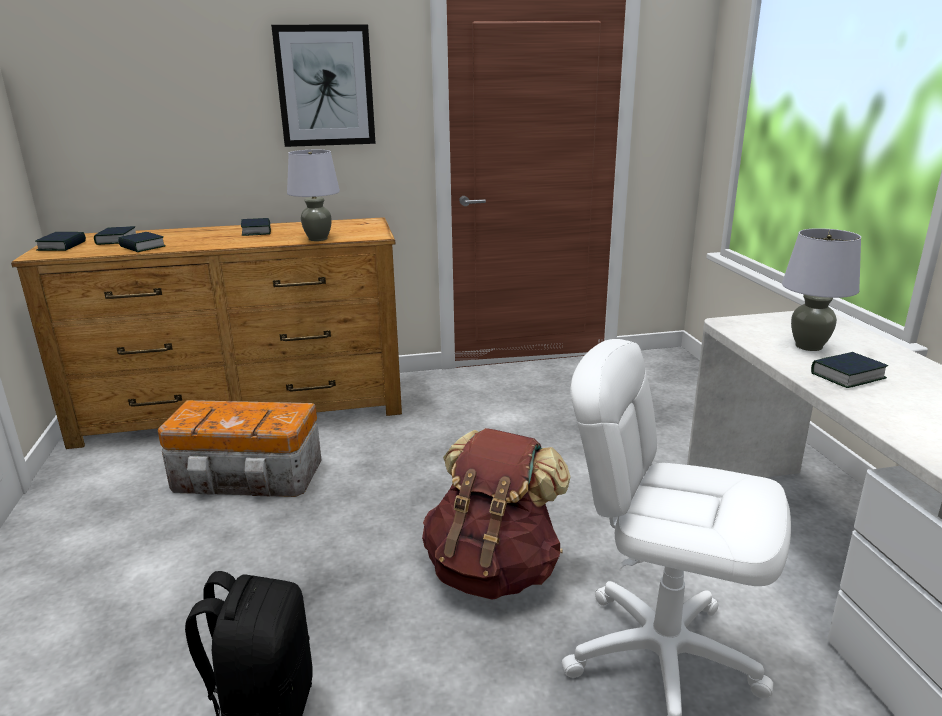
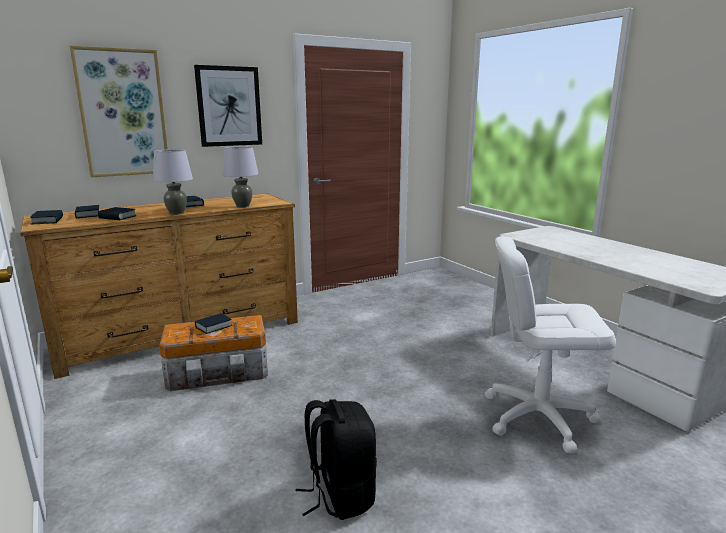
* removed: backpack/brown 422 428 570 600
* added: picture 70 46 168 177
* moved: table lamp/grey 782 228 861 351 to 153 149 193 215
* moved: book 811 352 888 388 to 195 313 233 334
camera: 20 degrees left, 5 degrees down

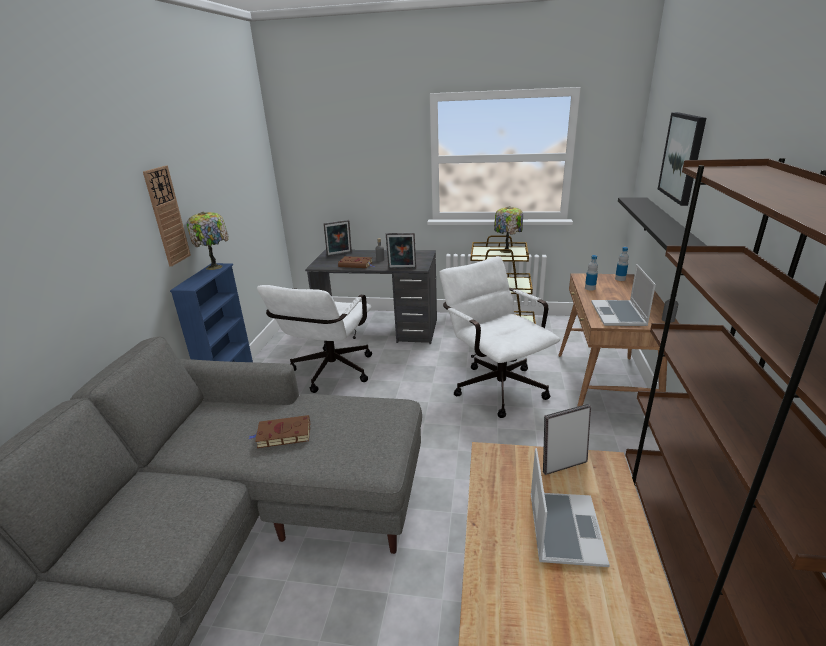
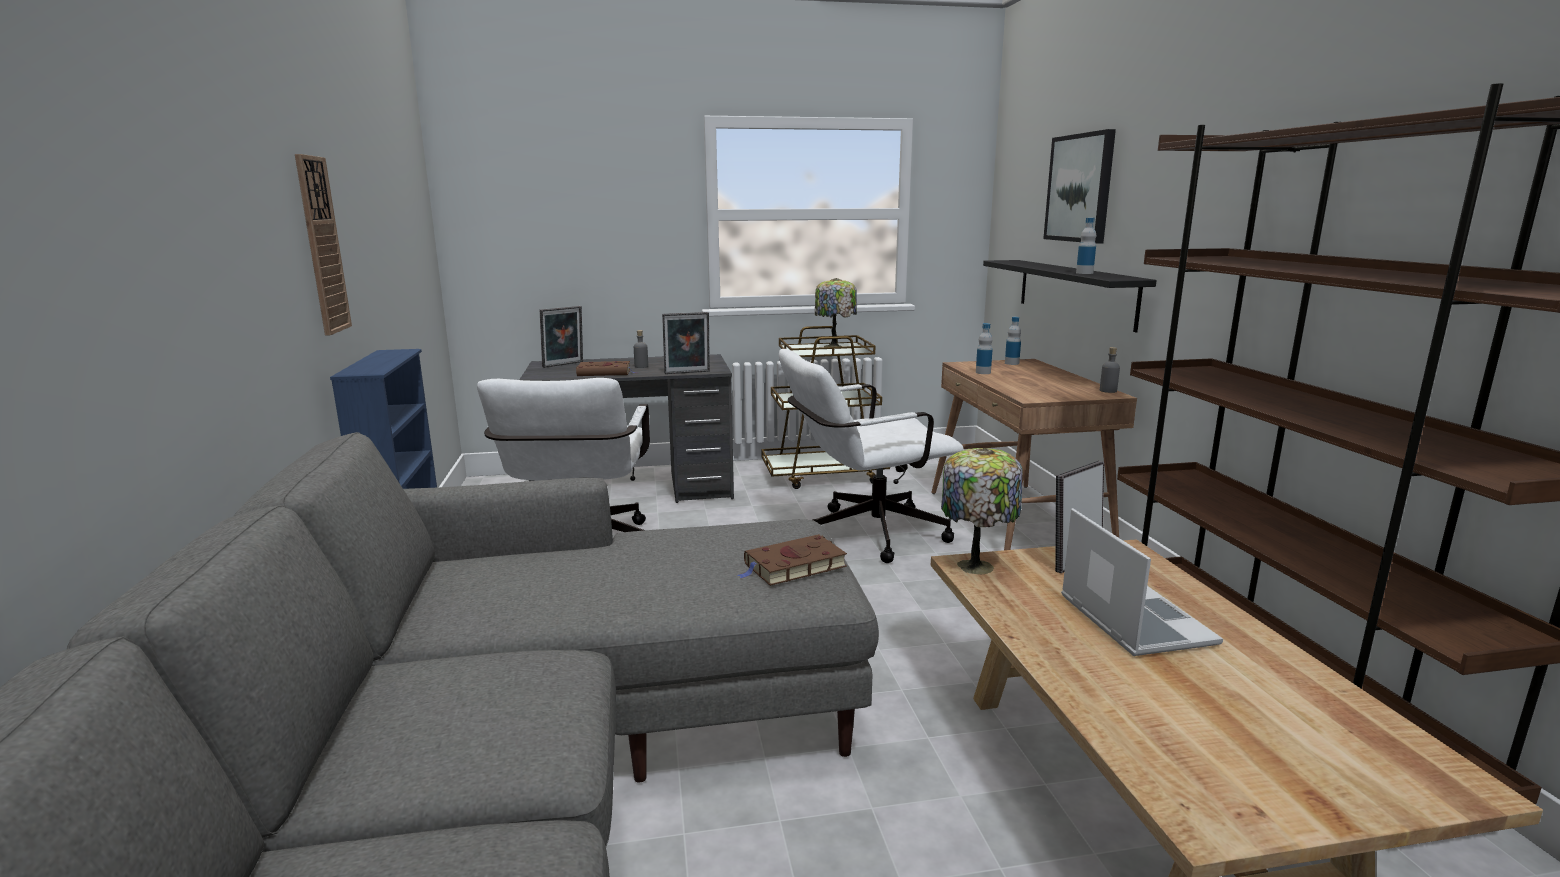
* removed: laptop 591 264 656 326
* added: bottle 1076 218 1096 274
* moved: table lamp 187 212 229 270 to 941 448 1023 574
* moved: book/brown 249 415 311 448 to 737 534 847 586
* turned: office chair/white 439 256 560 418 = 779 349 964 563 60 degrees counterclockwise
camera: 20 degrees left, 10 degrees down

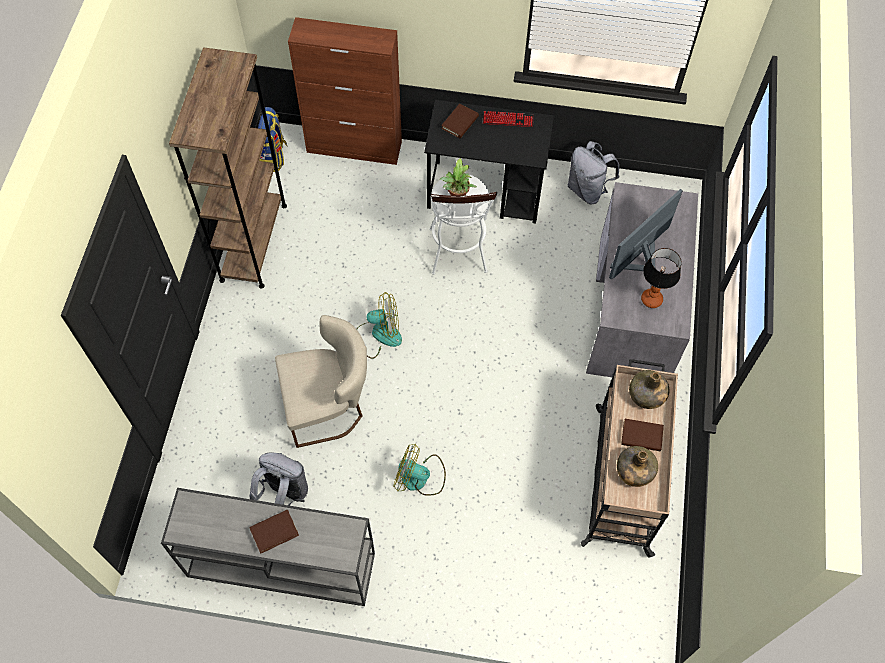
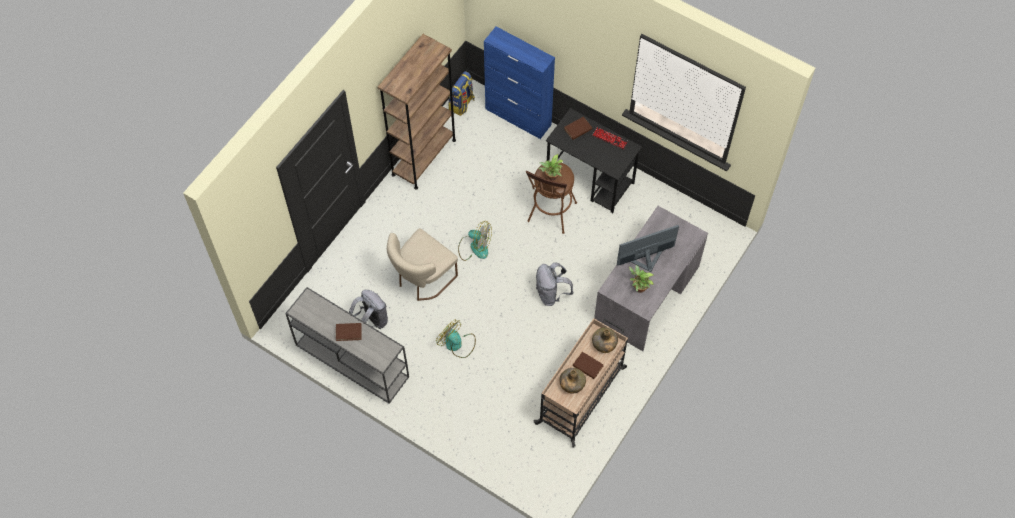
* moved: backpack/grey 568 141 619 204 to 536 262 573 306
* replaced: table lamp 641 248 682 308 to potted plant 629 265 654 293
* recoloured: cabinet/brown 288 17 402 165 to cabinet/blue 484 27 555 139
* recoloured: stool/white 429 175 497 275 to stool/brown 526 163 577 234
* turned: chair/beige 275 315 367 448 = 387 228 458 301 120 degrees clockwise
camera: 25 degrees right, 0 degrees up

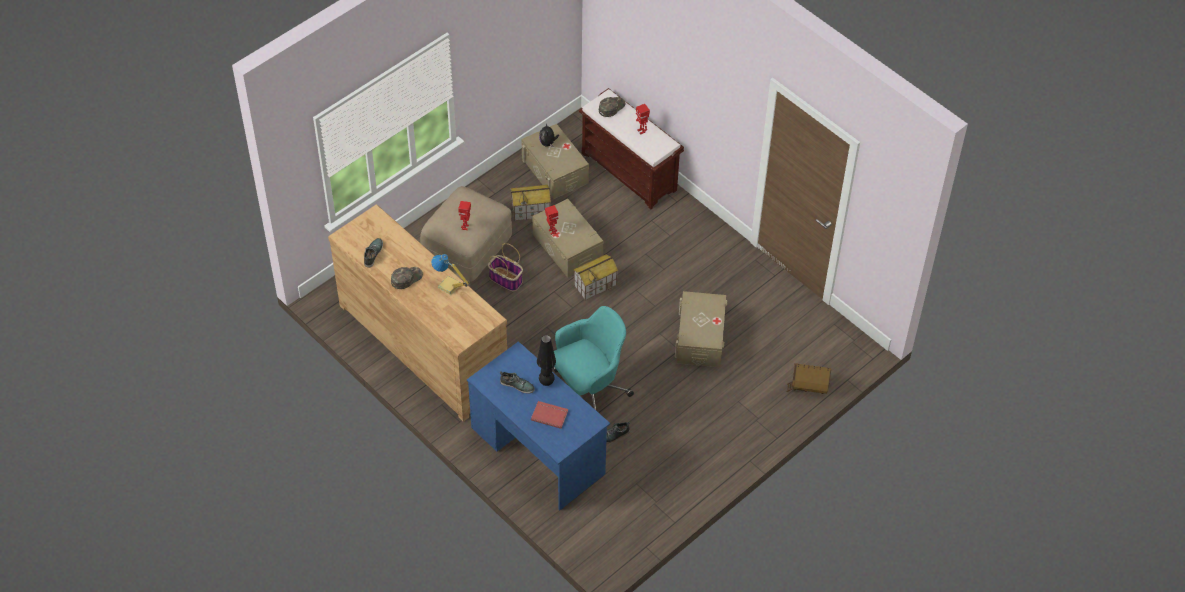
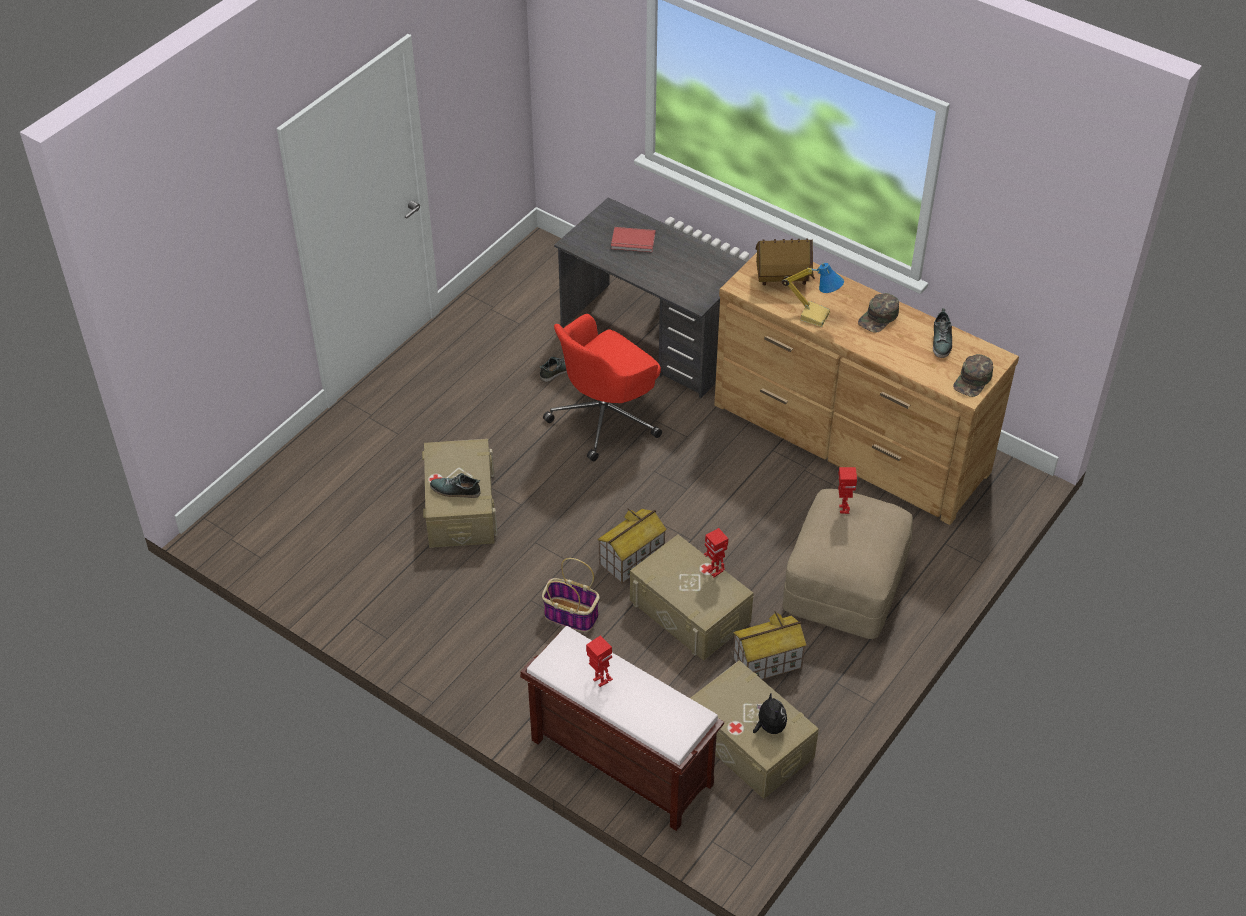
* removed: table lamp/black 537 335 556 386
* moved: basket 488 243 523 291 to 542 558 600 632
* moved: shoe 500 371 535 394 to 430 473 481 498
* moved: cap/green 599 97 625 117 to 953 354 993 397
* moved: toy house 787 363 831 394 to 755 238 815 285
* recoloured: desk/blue 467 341 610 510 to desk/grey 554 198 746 398
* recoloured: office chair/turquoise 553 306 634 410 to office chair/red 543 314 662 461
camera: 170 degrees right, 5 degrees down

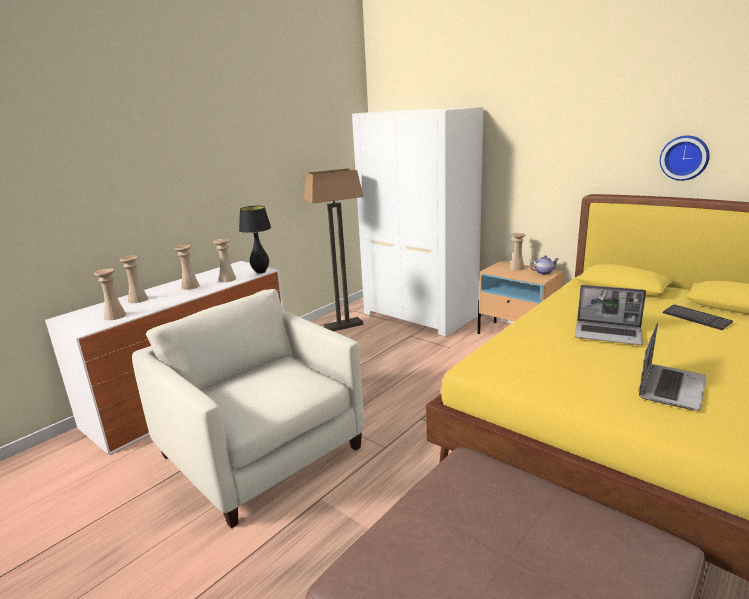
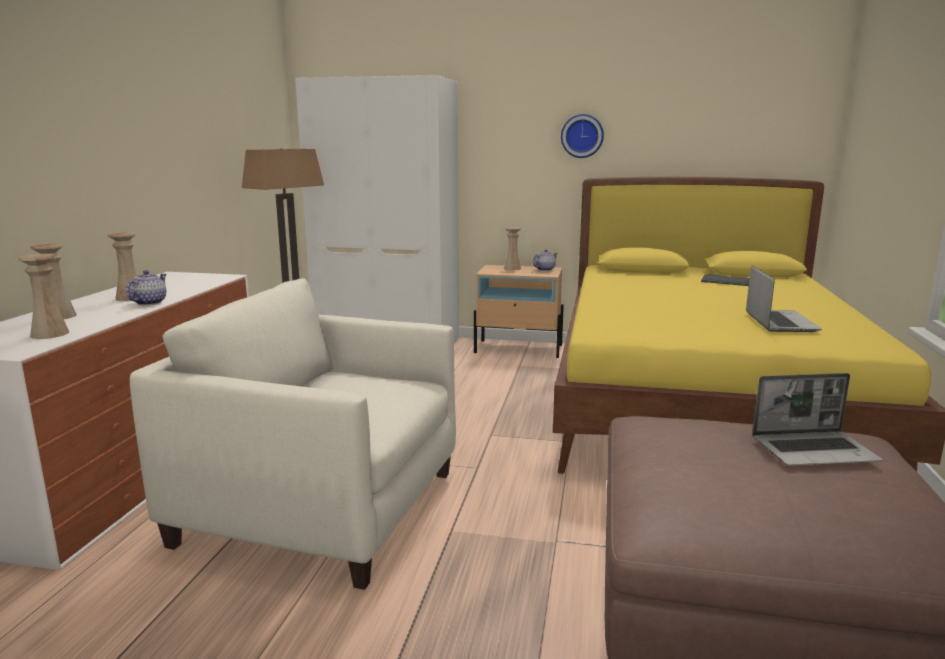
* removed: vase/beige 213 239 236 282
* removed: table lamp/black 239 206 271 273
* added: teapot 126 270 166 305
* moved: laptop 575 285 646 345 to 752 373 883 466
* moved: wall clock 660 136 710 181 to 561 114 604 158
camera: 30 degrees left, 5 degrees down

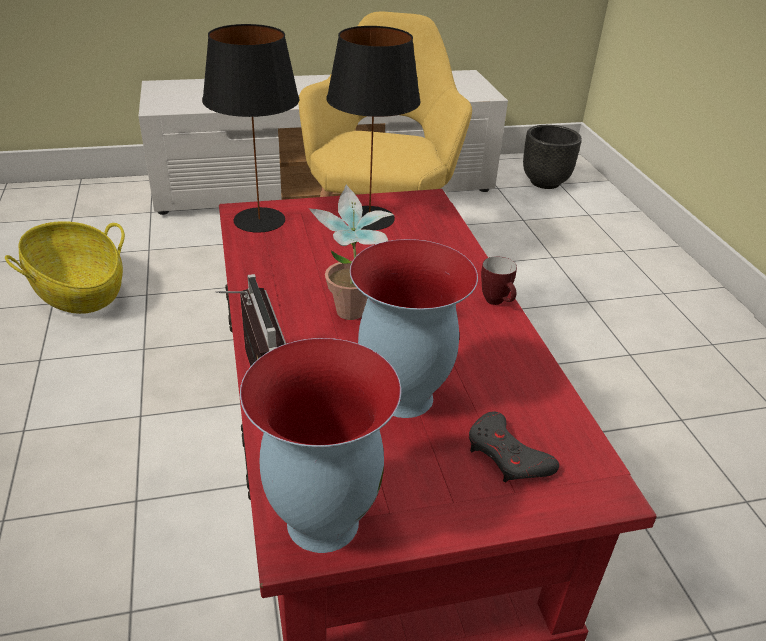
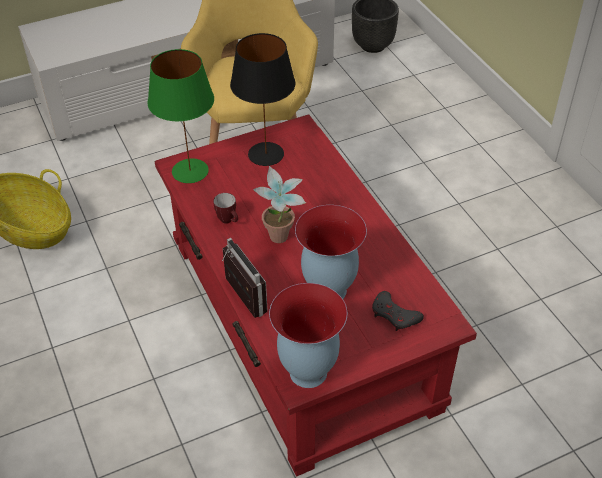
* moved: mug 481 256 517 305 to 214 193 238 224
* recoloured: table lamp/black 202 24 300 233 to table lamp/green 147 49 214 183
camera: 10 degrees left, 10 degrees up

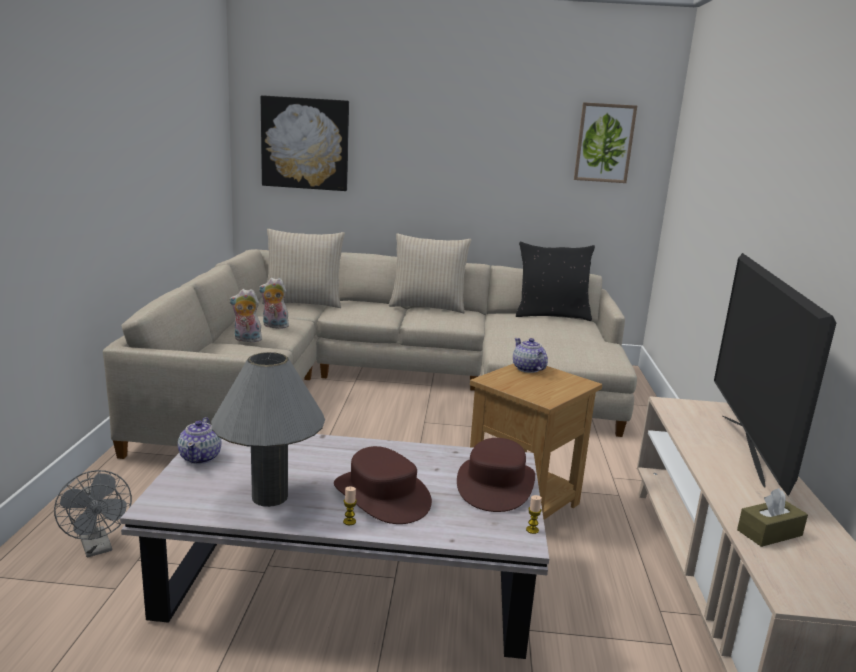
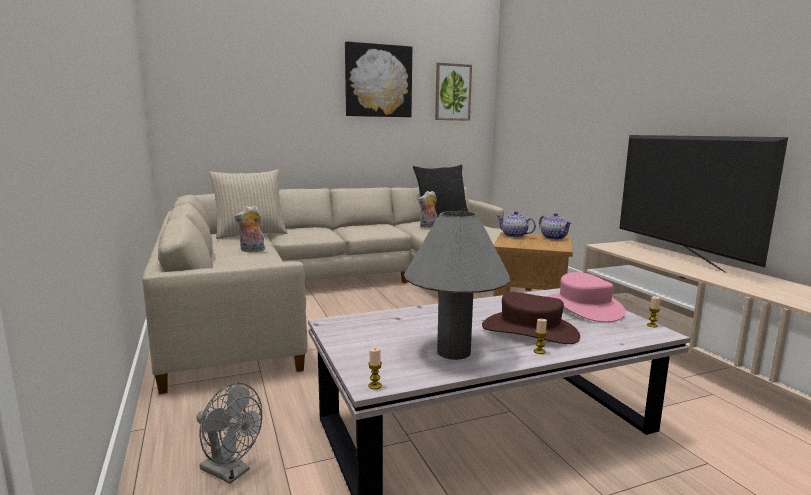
* removed: pillow/beige 389 234 472 313
* removed: tissue box/brown 737 488 808 547
* added: candle 368 348 382 389
* moved: teapot 178 417 221 464 to 539 213 572 240
* moved: plush toy 229 289 262 342 to 418 191 438 228
* moved: picture 261 95 349 191 to 345 41 412 117
* recoloured: hat/brown 457 438 535 512 to hat/pink 548 272 626 322
camera: 25 degrees left, 5 degrees down

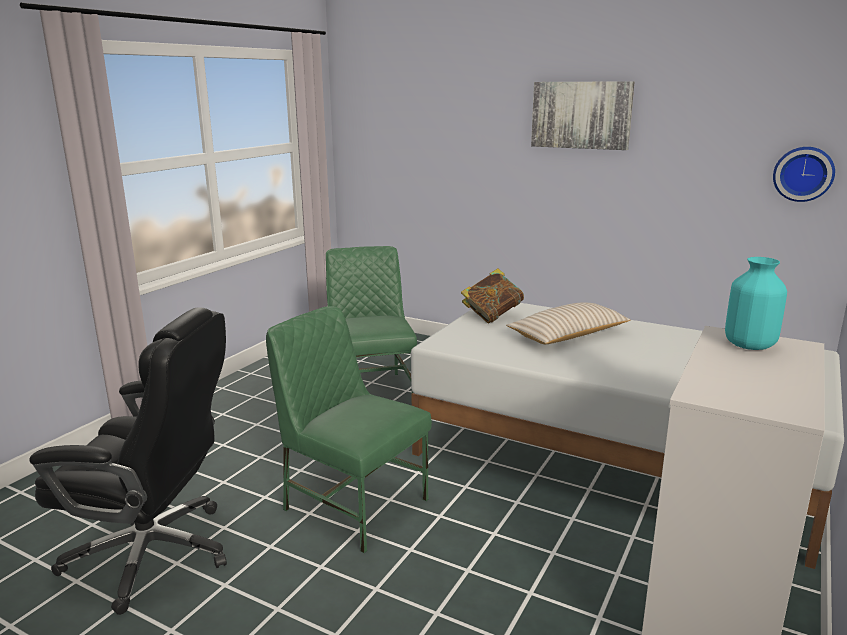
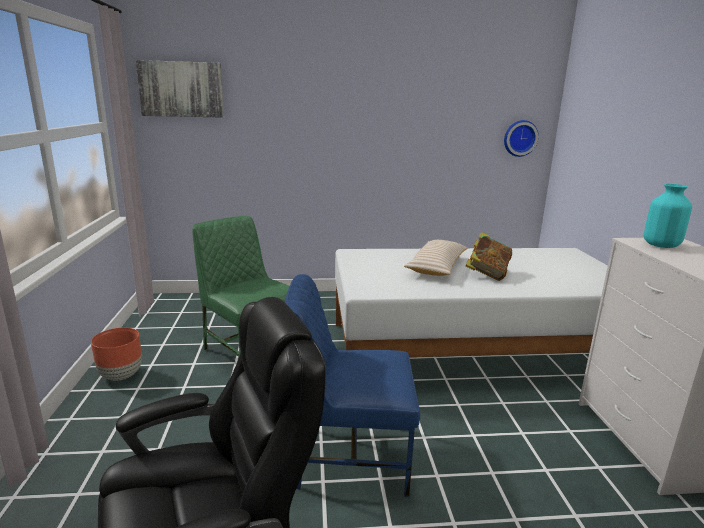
* added: planter/brown 91 328 142 381
* moved: book 461 268 524 323 to 466 232 512 281
* moved: picture 531 81 634 150 to 135 60 224 118
* recoloured: chair/green 266 306 432 553 to chair/blue 285 274 420 497
camera: 35 degrees left, 0 degrees up

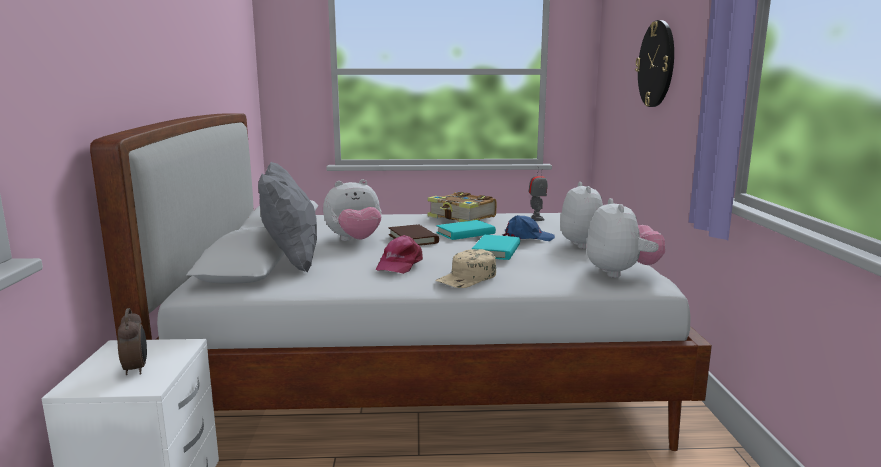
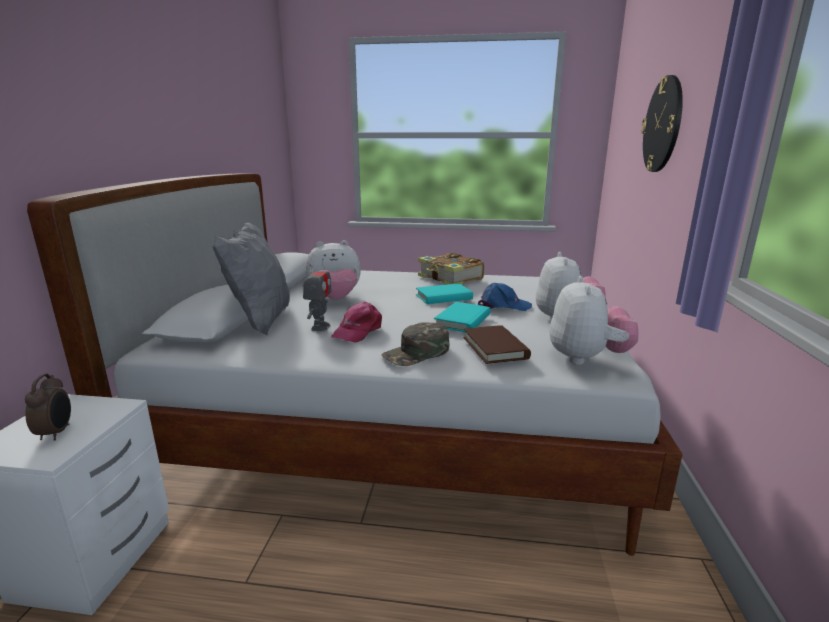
* moved: book/brown 389 224 439 246 to 463 325 531 364
* moved: toy robot 529 169 548 221 to 303 258 331 331
* recoloured: cap/beige 435 249 496 288 to cap/green 381 322 449 366
camera: 10 degrees right, 5 degrees up

